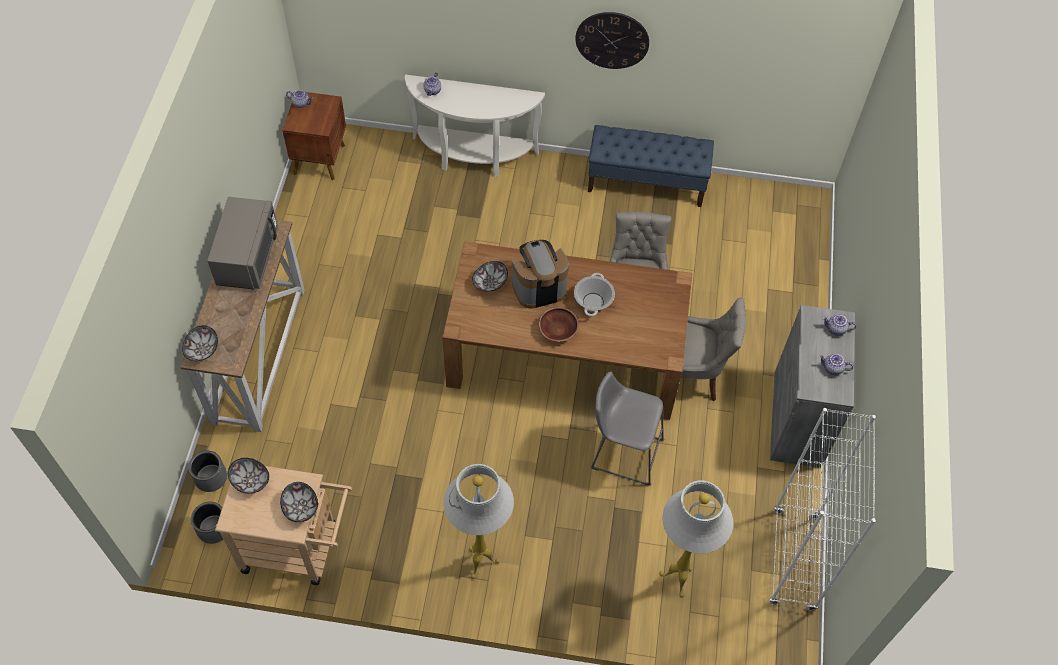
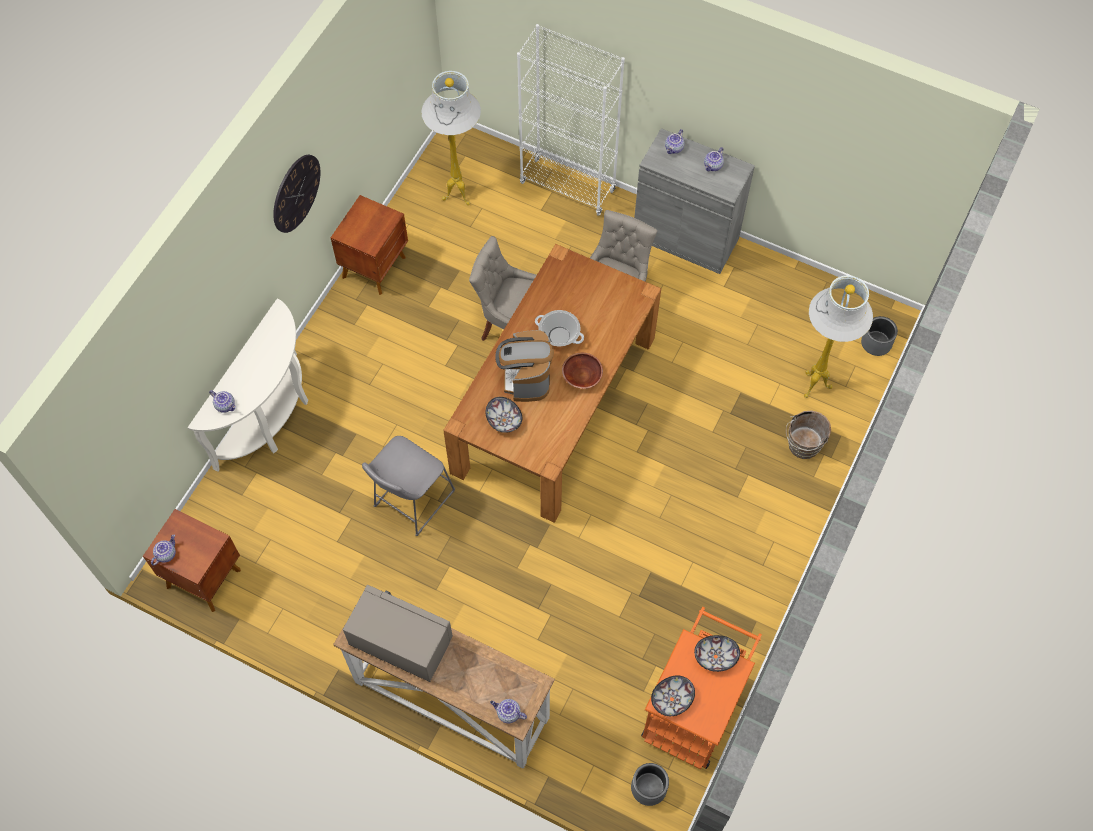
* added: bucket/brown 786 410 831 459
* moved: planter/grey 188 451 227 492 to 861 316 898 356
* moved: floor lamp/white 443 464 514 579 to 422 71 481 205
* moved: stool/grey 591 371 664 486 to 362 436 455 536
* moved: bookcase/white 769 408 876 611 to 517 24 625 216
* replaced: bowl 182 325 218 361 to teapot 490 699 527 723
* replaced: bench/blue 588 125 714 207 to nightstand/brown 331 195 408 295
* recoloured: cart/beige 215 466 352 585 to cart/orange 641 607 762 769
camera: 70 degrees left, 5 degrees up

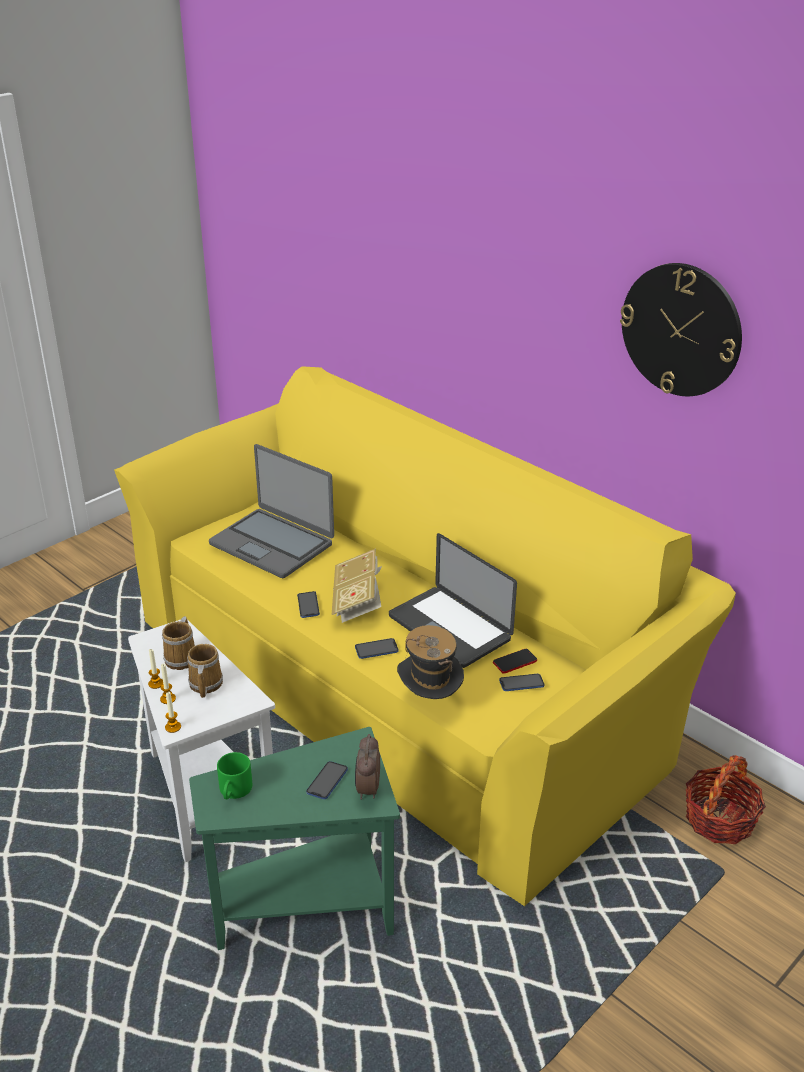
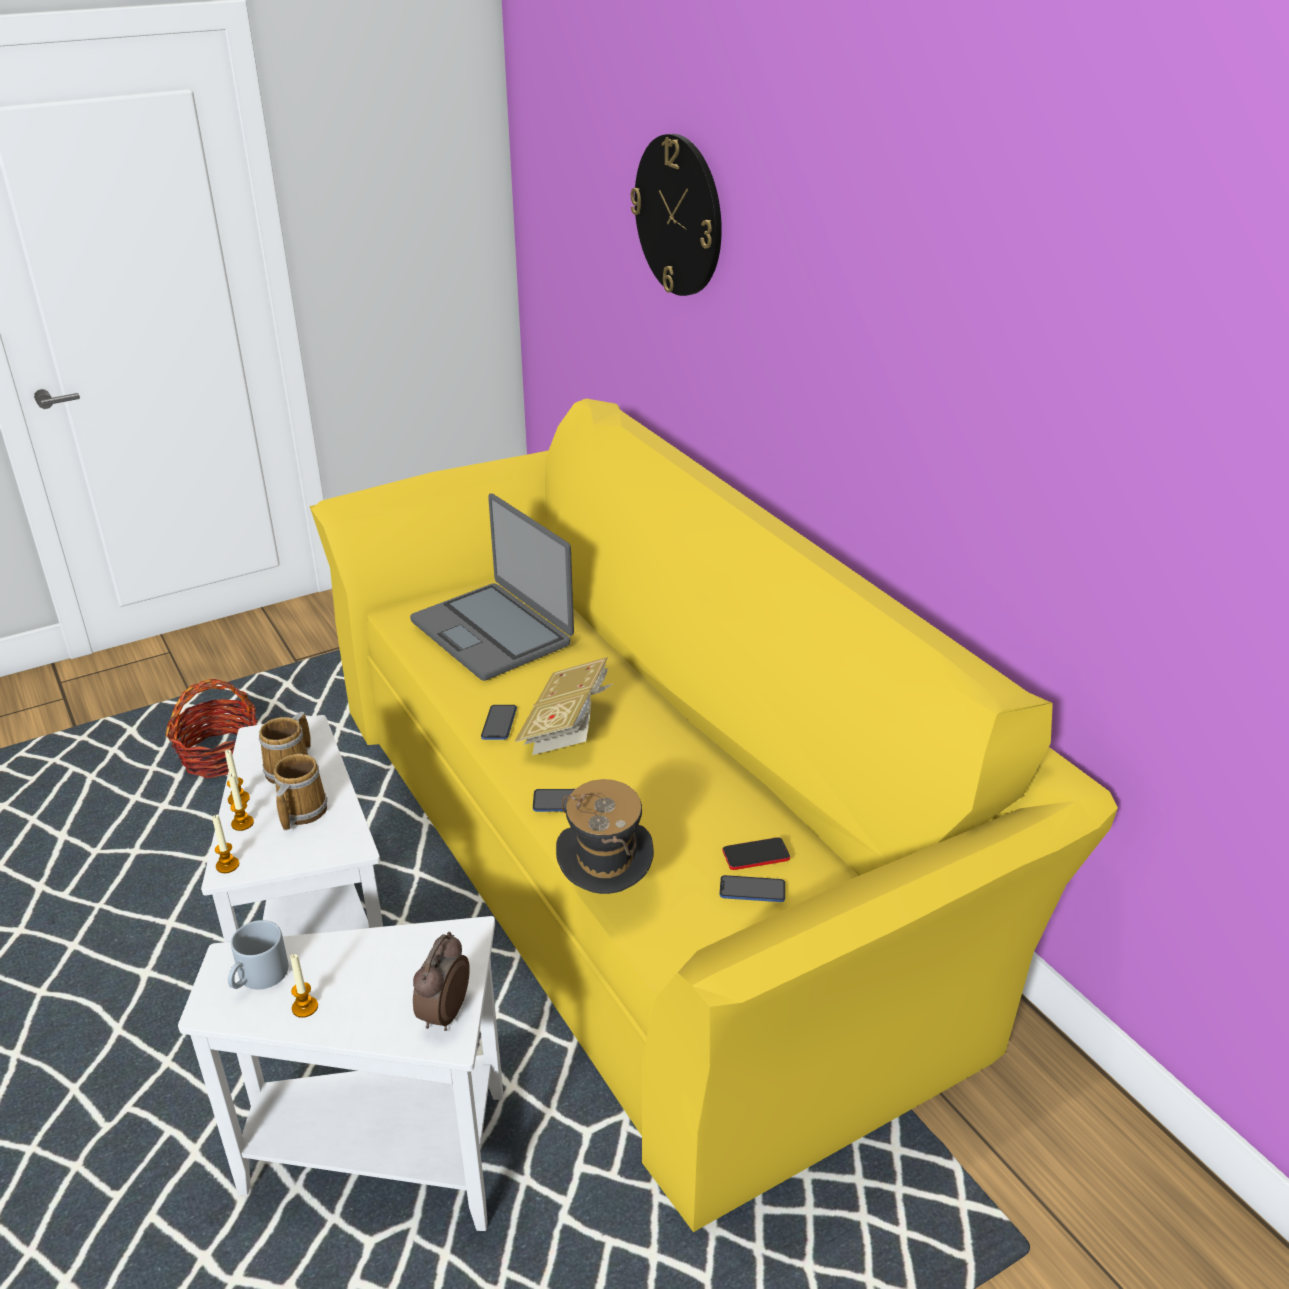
* removed: phone 306 761 348 799
* removed: laptop 389 533 517 668
* added: candle 290 954 318 1018
* moved: wall clock 620 263 742 396 to 631 134 722 296
* moved: basket 686 755 766 844 to 166 679 258 778
* recoloured: side table/green 189 727 400 950 to side table/white 178 916 503 1231
* recoloured: mug/green 217 752 252 799 to mug/grey 228 920 289 989
camera: 15 degrees right, 0 degrees up

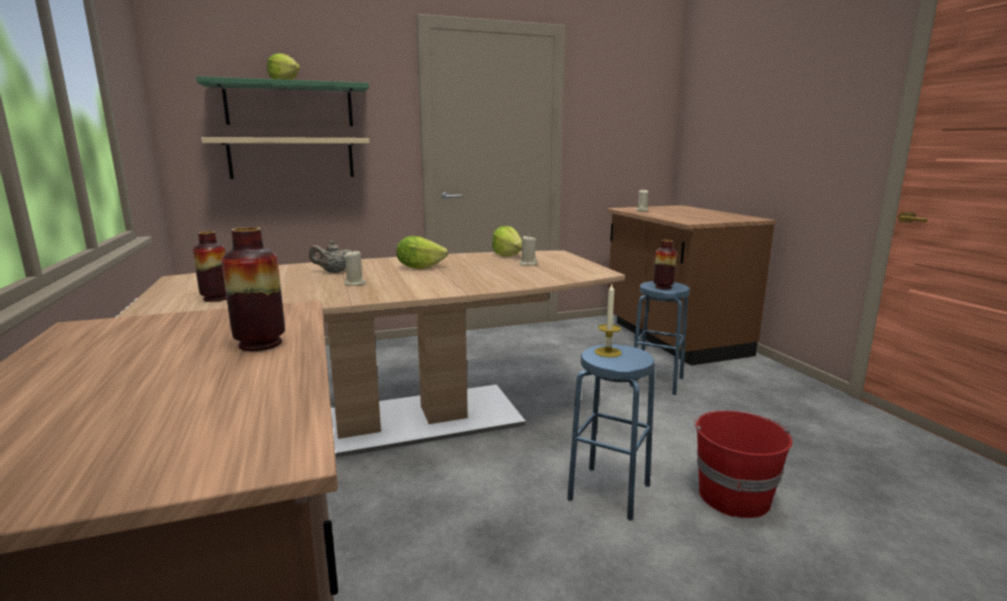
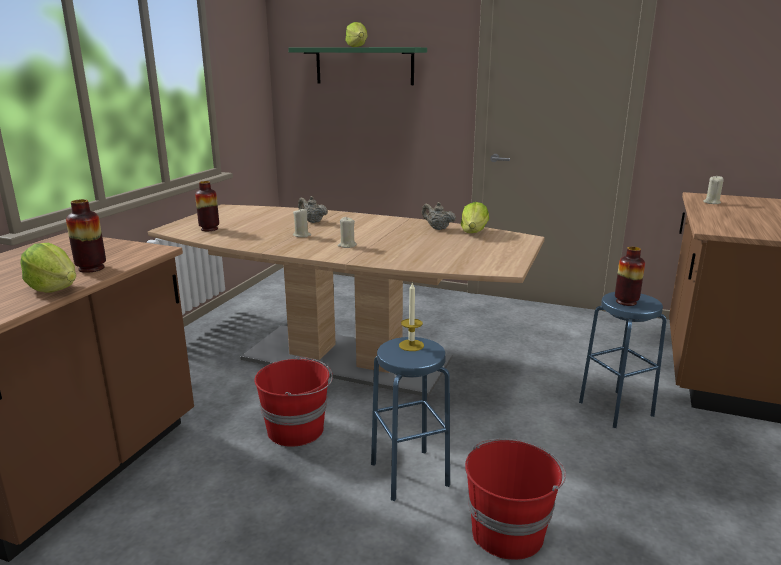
* removed: shelf/beige 201 137 369 179
* added: bucket/red 254 356 333 447
* added: teapot/beige 422 202 456 230
* moved: lettuce 397 236 448 269 to 20 243 76 292
* moved: candle/beige 519 236 538 266 to 338 217 357 248
camera: 40 degrees right, 5 degrees up

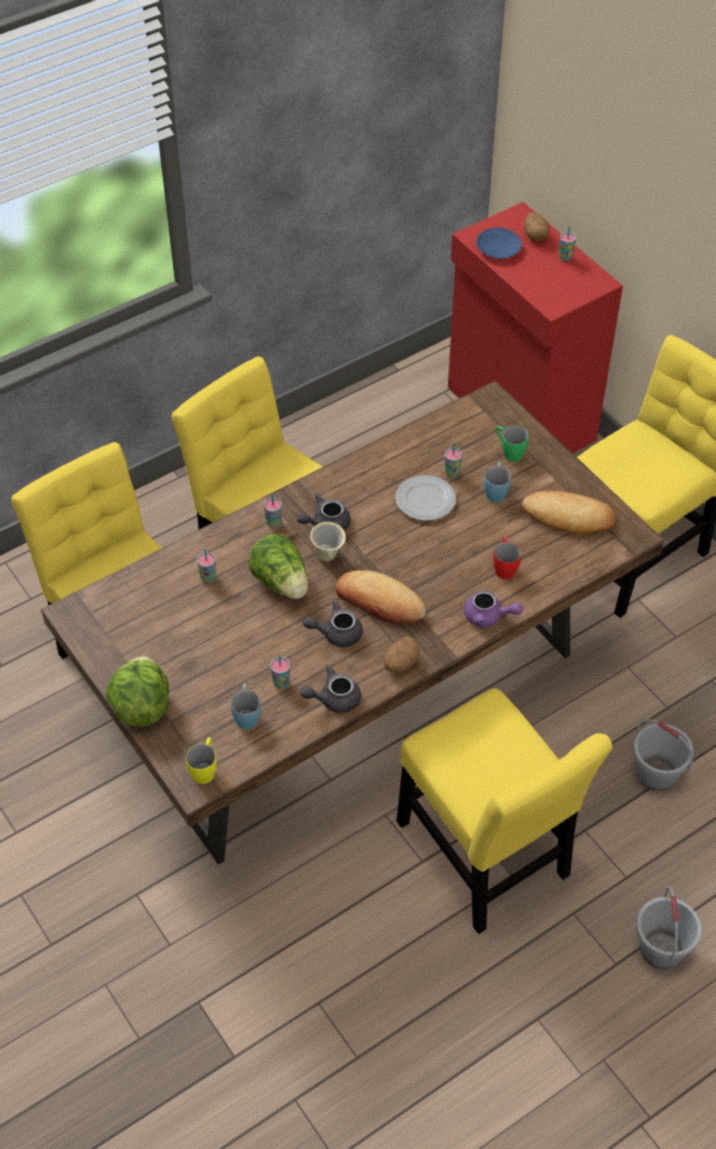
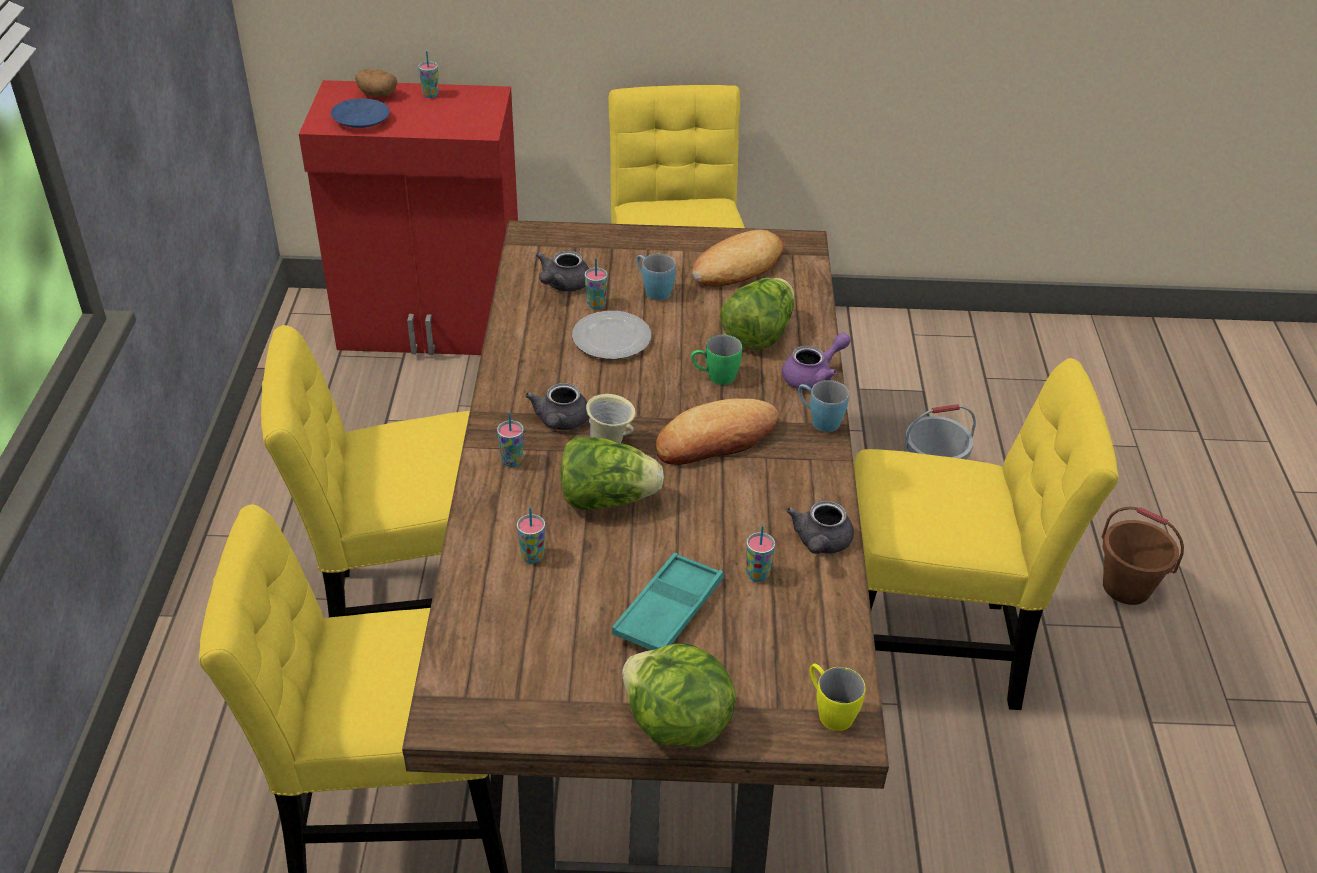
* removed: potato 383 636 420 673
* added: tray/turquoise 612 553 724 650
* moved: mug/blue 231 683 261 729 to 798 380 849 432
* moved: teapot/grey 303 599 363 647 to 536 251 589 291
* moved: mug/green 496 426 529 462 to 691 335 742 385
* replaced: mug/red 493 537 522 579 to lettuce 720 278 794 350
* recoloured: bucket/grey 636 887 701 969 to bucket/brown 1101 507 1184 605
camera: 55 degrees left, 10 degrees down

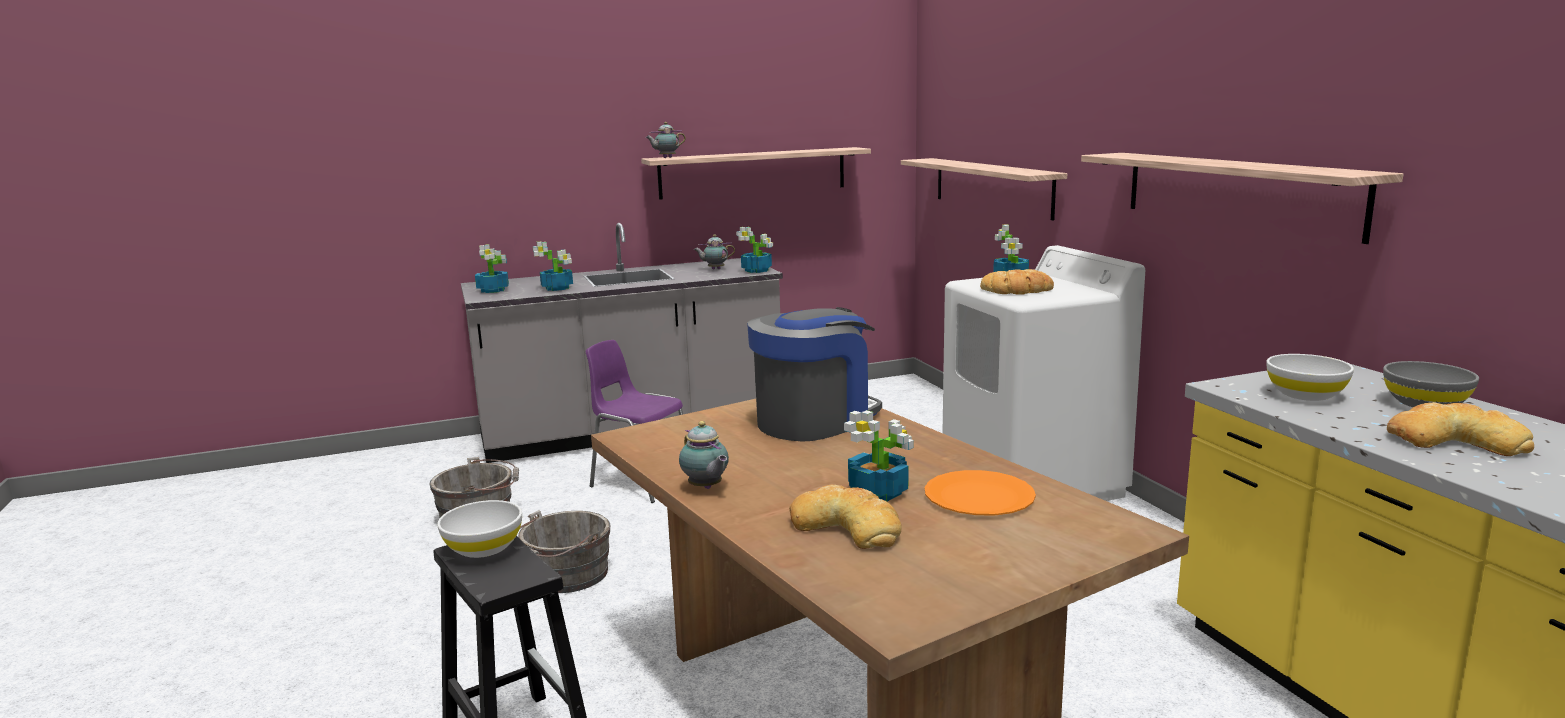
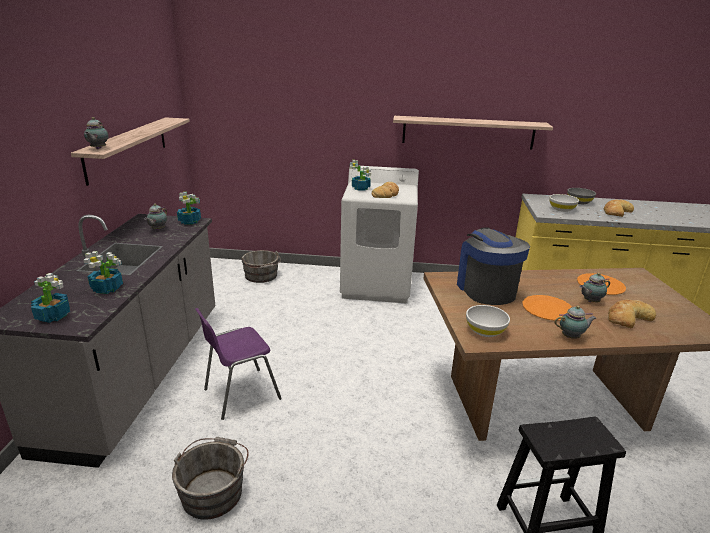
* removed: shelf 901 158 1067 220
* added: plate/orange 522 295 572 321
* moved: bowl/white 437 500 522 558 to 466 305 510 337
* moved: bucket/grey 518 510 610 593 to 241 250 281 283
* replaced: potted plant 844 410 914 501 to teapot 579 273 610 302
camera: 65 degrees left, 10 degrees up

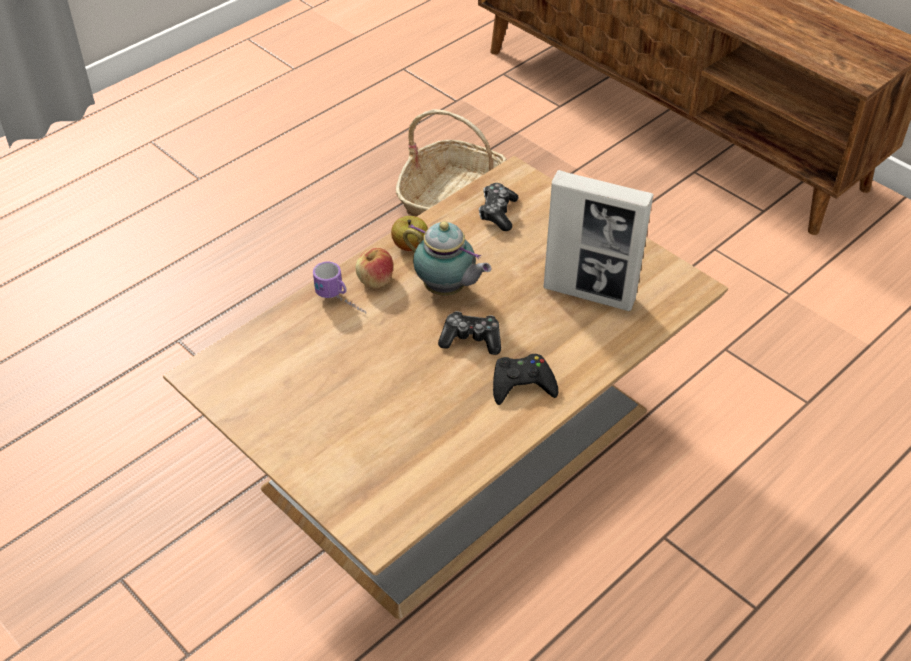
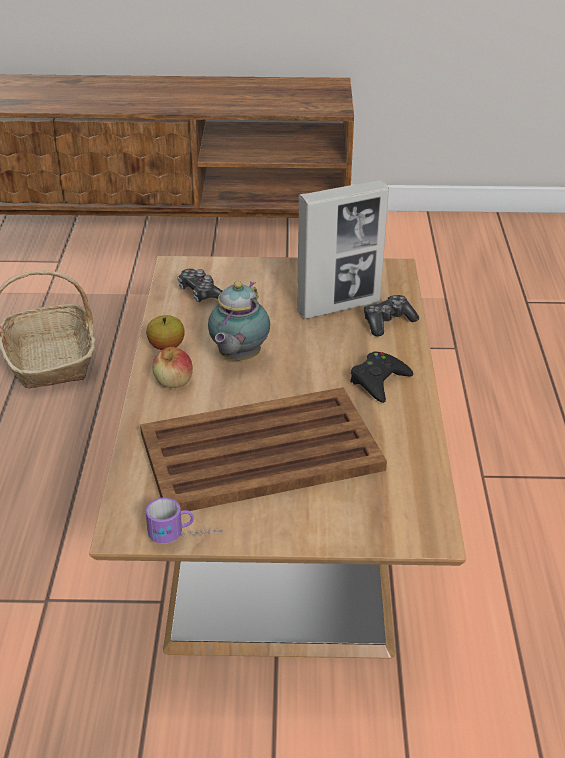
* added: tray/brown 140 387 387 511
* moved: mug 313 262 366 314 to 146 498 224 543
* moved: game controller 438 311 501 355 to 364 295 419 337
* turned: teapot 403 221 491 296 = 208 281 270 361 120 degrees clockwise
camera: 45 degrees left, 10 degrees down

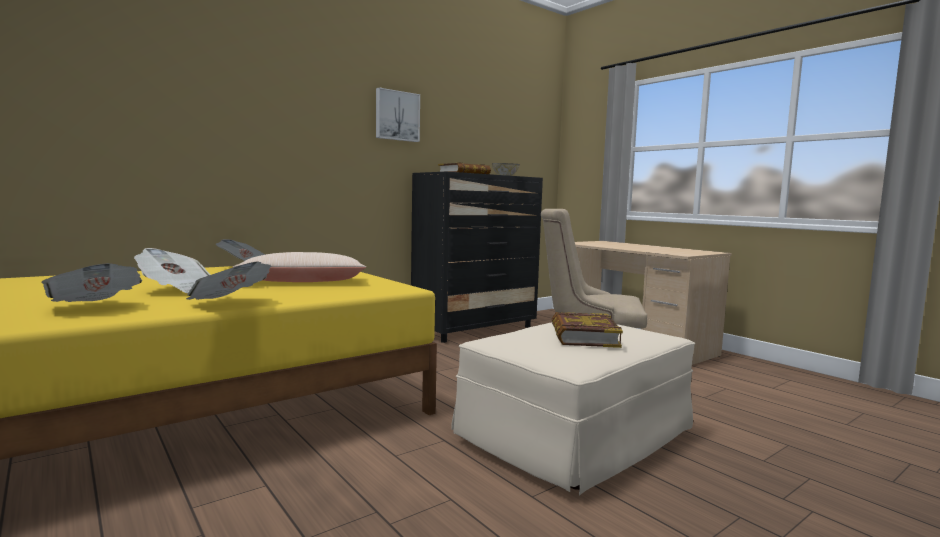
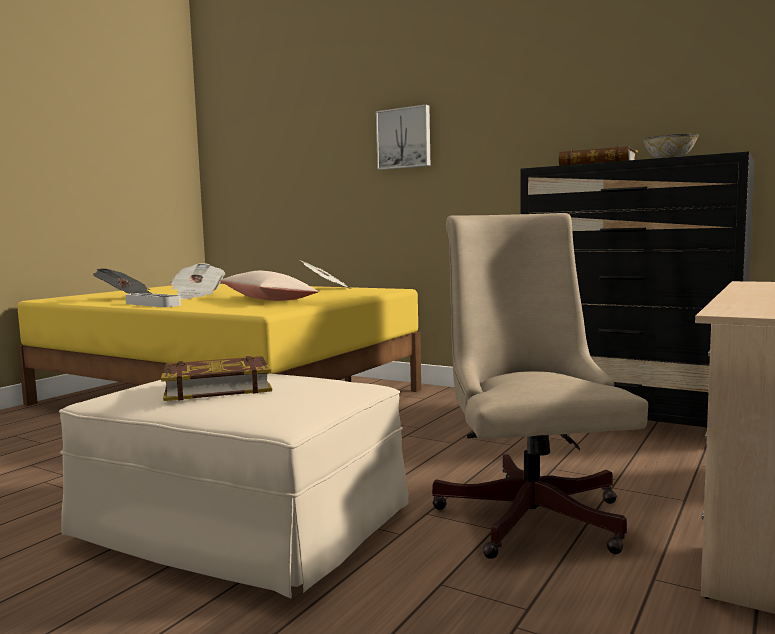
* moved: picture 376 88 420 142 to 376 104 430 170
* replaced: newspaper 186 262 272 300 to tray/grey 125 293 181 307
camera: 70 degrees right, 0 degrees up

